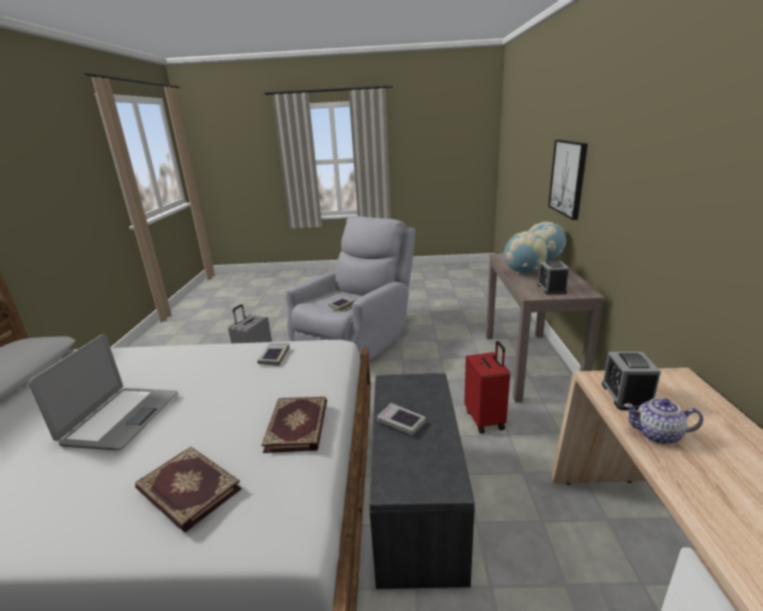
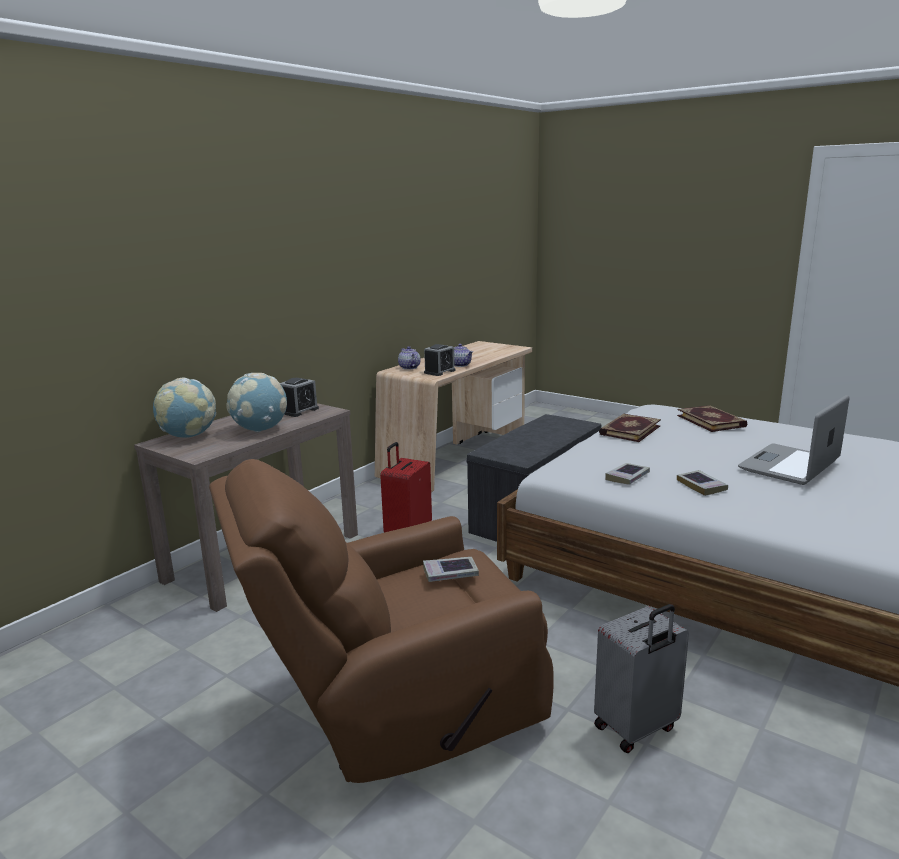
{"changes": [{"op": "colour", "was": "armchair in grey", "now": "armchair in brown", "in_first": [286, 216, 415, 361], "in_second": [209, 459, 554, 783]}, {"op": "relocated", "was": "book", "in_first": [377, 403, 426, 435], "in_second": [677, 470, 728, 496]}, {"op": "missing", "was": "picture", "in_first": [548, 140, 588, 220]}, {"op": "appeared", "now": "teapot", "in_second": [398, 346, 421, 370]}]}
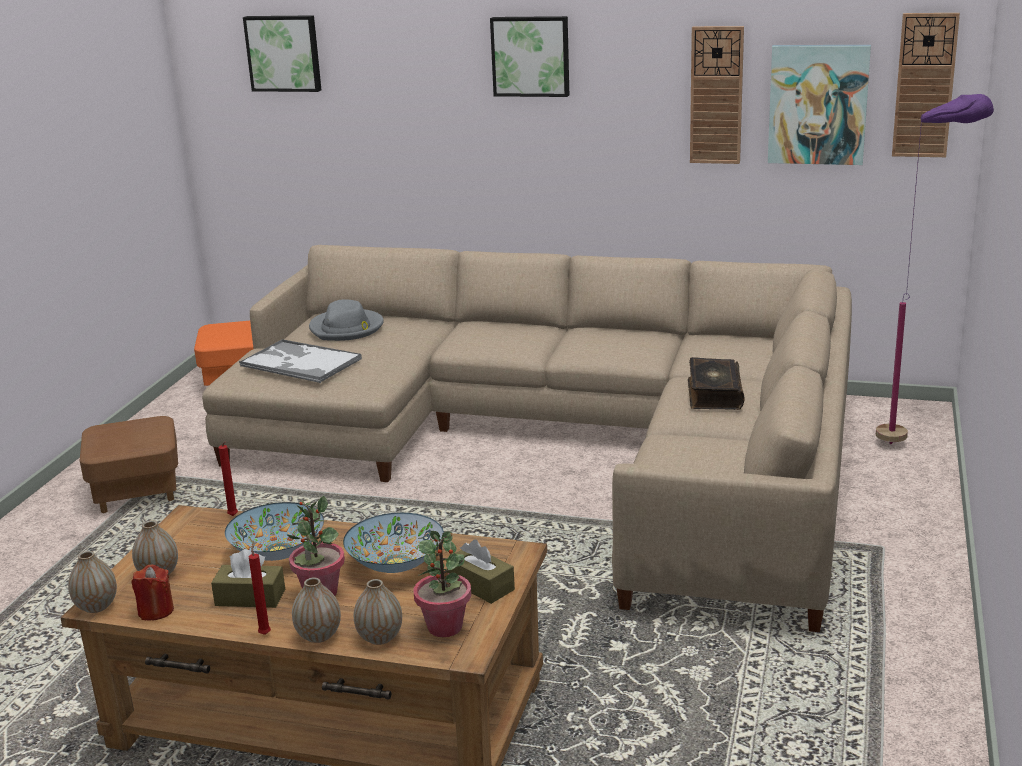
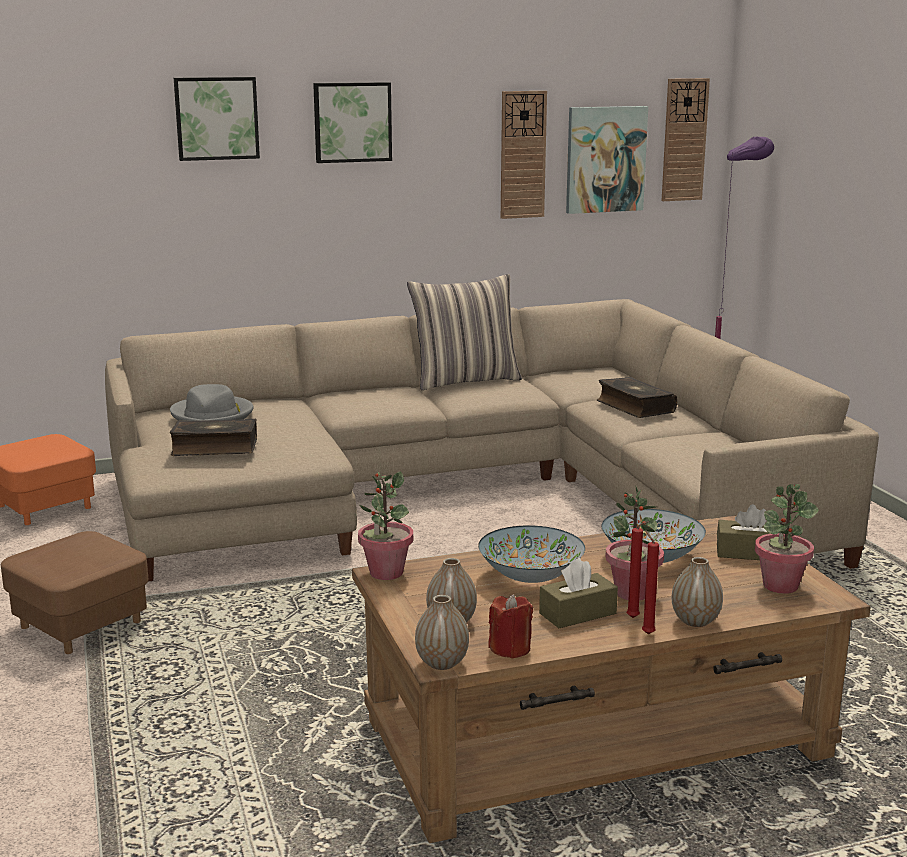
{"changes": [{"op": "relocated", "was": "candle in red", "in_first": [218, 442, 238, 516], "in_second": [627, 521, 650, 618]}, {"op": "exchanged", "was": "tray", "now": "book", "in_first": [239, 339, 362, 383], "in_second": [169, 419, 257, 456]}, {"op": "relocated", "was": "picture", "in_first": [243, 15, 321, 92], "in_second": [174, 77, 260, 161]}, {"op": "missing", "was": "vase", "in_first": [354, 579, 402, 645]}, {"op": "appeared", "now": "potted plant", "in_second": [358, 472, 413, 580]}, {"op": "appeared", "now": "pillow", "in_second": [407, 274, 522, 390]}]}
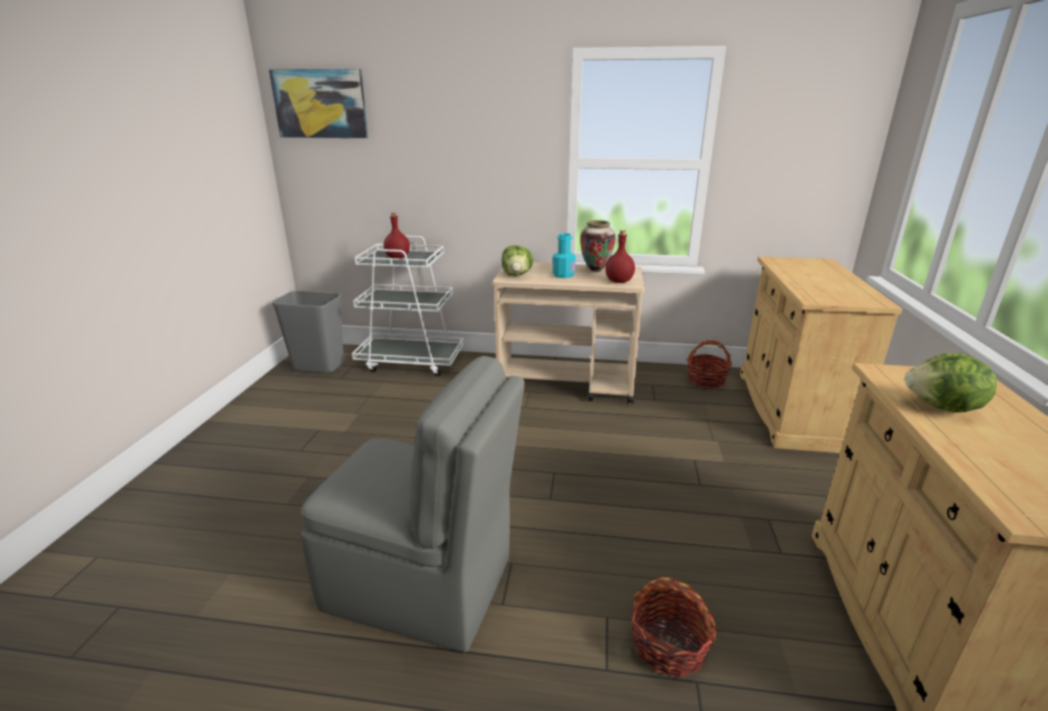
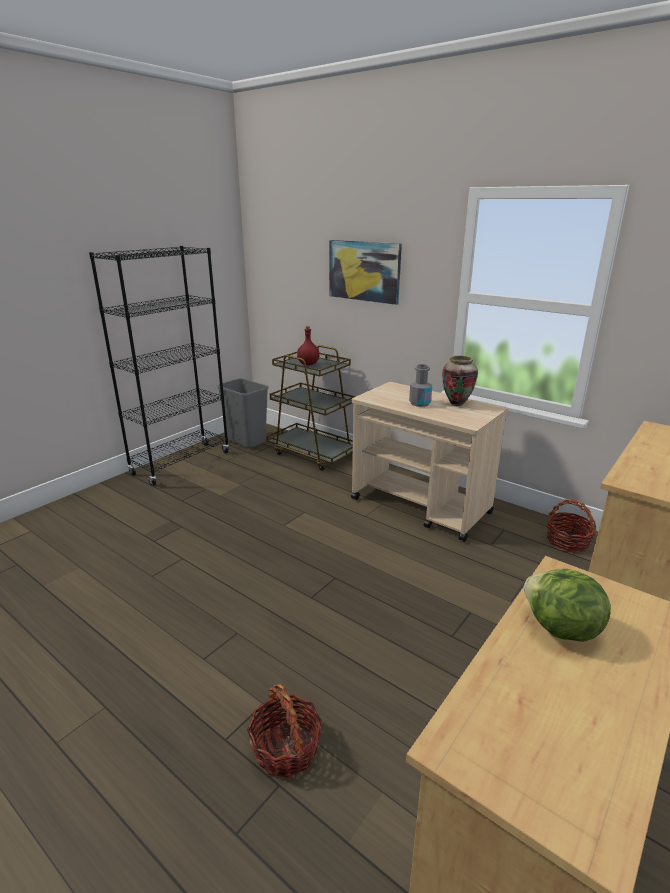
{"changes": [{"op": "relocated", "was": "picture", "in_first": [269, 69, 369, 138], "in_second": [329, 240, 402, 305]}, {"op": "missing", "was": "chair in grey", "in_first": [301, 356, 525, 652]}, {"op": "colour", "was": "cart in white", "now": "cart in brown", "in_first": [352, 236, 464, 377], "in_second": [267, 345, 355, 471]}, {"op": "missing", "was": "lettuce", "in_first": [502, 245, 533, 276]}, {"op": "colour", "was": "bottle in turquoise", "now": "bottle in grey", "in_first": [553, 233, 576, 278], "in_second": [409, 364, 432, 407]}, {"op": "missing", "was": "bottle in red", "in_first": [605, 230, 635, 283]}, {"op": "appeared", "now": "bookcase in black", "in_second": [89, 246, 229, 486]}]}
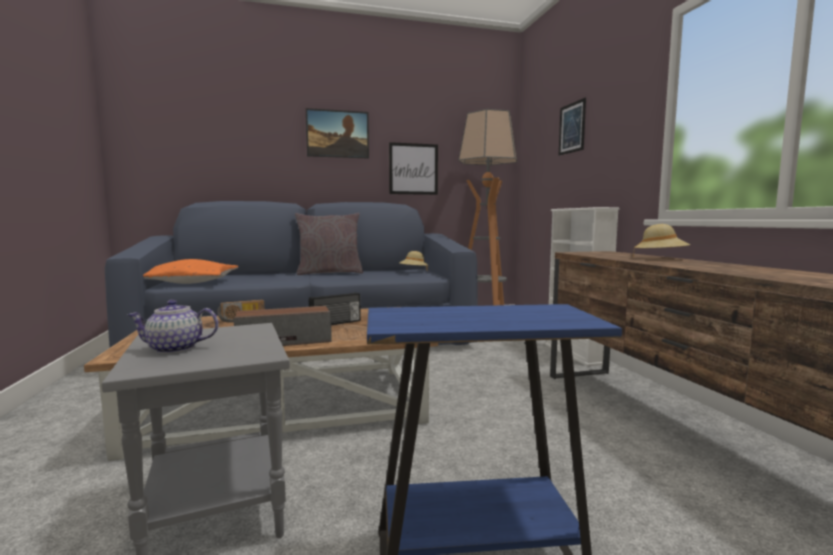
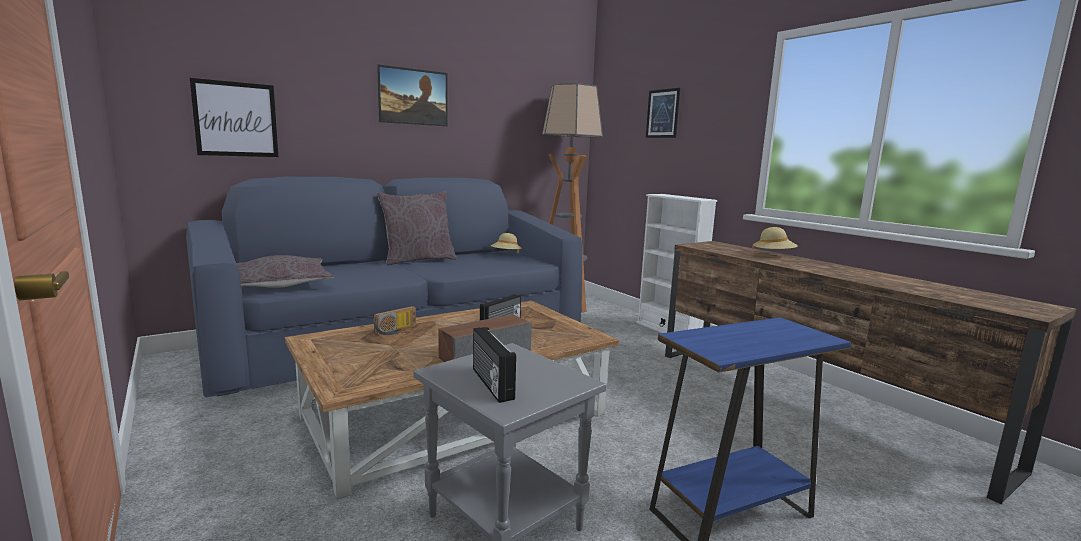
{"changes": [{"op": "exchanged", "was": "teapot", "now": "radio", "in_first": [127, 300, 219, 354], "in_second": [473, 327, 516, 403]}, {"op": "colour", "was": "pillow in orange", "now": "pillow in grey", "in_first": [143, 259, 238, 284], "in_second": [236, 255, 334, 288]}, {"op": "relocated", "was": "picture", "in_first": [389, 142, 438, 195], "in_second": [190, 78, 278, 157]}]}
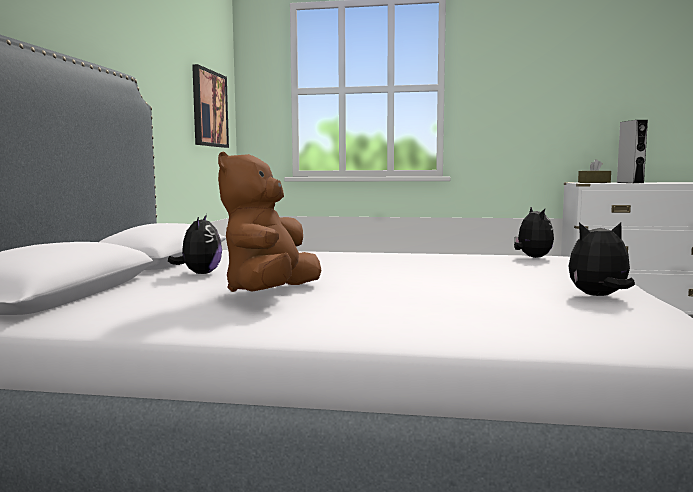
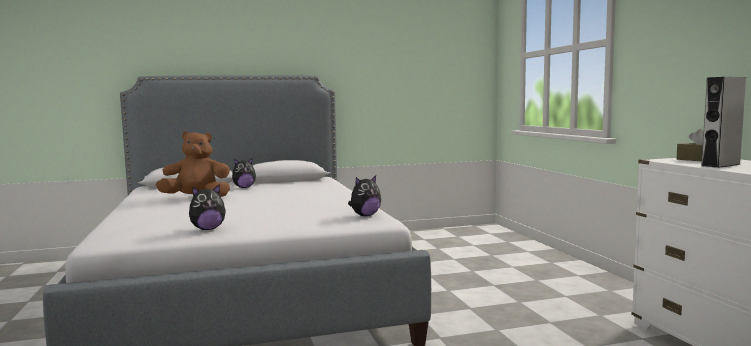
{"changes": [{"op": "missing", "was": "picture", "in_first": [192, 64, 229, 148]}, {"op": "spun", "was": "plush toy", "in_first": [568, 222, 635, 296], "in_second": [189, 184, 226, 230], "clockwise": 90}]}
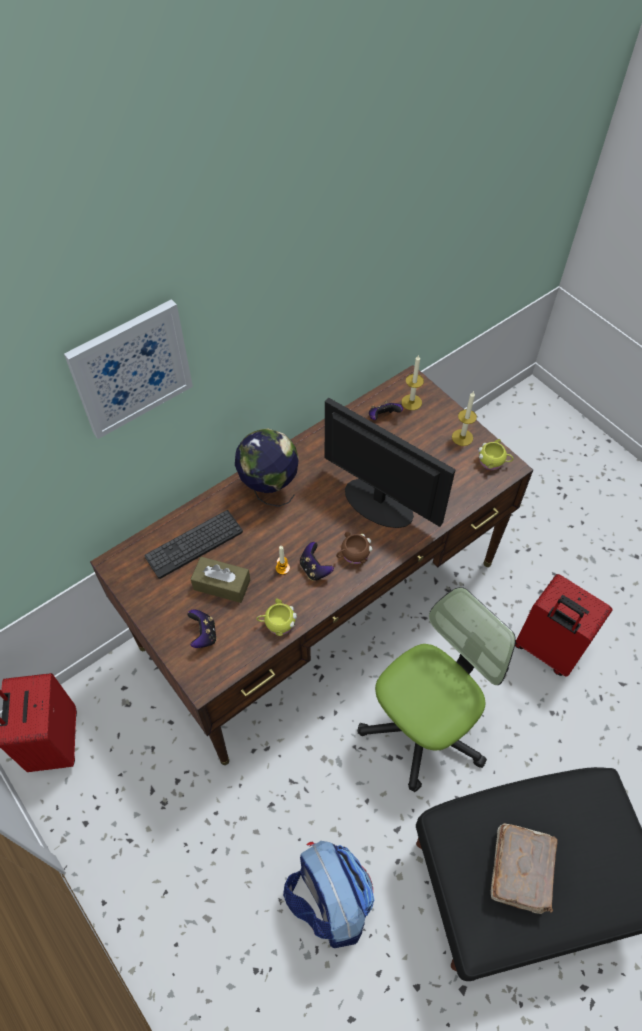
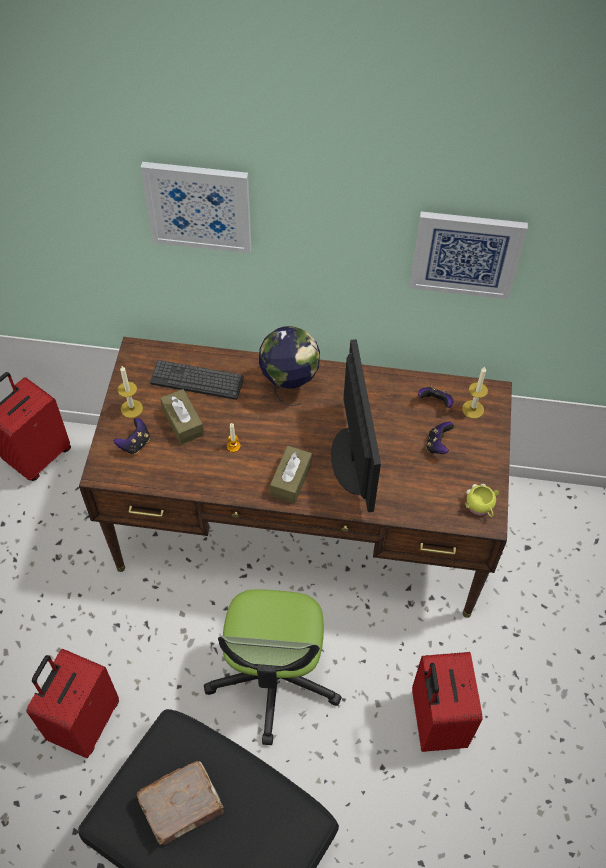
{"changes": [{"op": "missing", "was": "mug in yellow", "in_first": [257, 598, 297, 636]}, {"op": "exchanged", "was": "backpack", "now": "suitcase in red", "in_first": [283, 841, 375, 948], "in_second": [26, 649, 119, 758]}, {"op": "relocated", "was": "game controller", "in_first": [300, 542, 334, 581], "in_second": [426, 422, 454, 454]}, {"op": "exchanged", "was": "mug in brown", "now": "tissue box in brown", "in_first": [336, 532, 373, 564], "in_second": [270, 446, 312, 504]}, {"op": "spun", "was": "office chair", "in_first": [358, 587, 516, 792], "in_second": [204, 589, 342, 745], "clockwise": 90}, {"op": "relocated", "was": "candle", "in_first": [452, 392, 477, 446], "in_second": [118, 366, 143, 418]}, {"op": "appeared", "now": "picture", "in_second": [410, 211, 528, 299]}]}
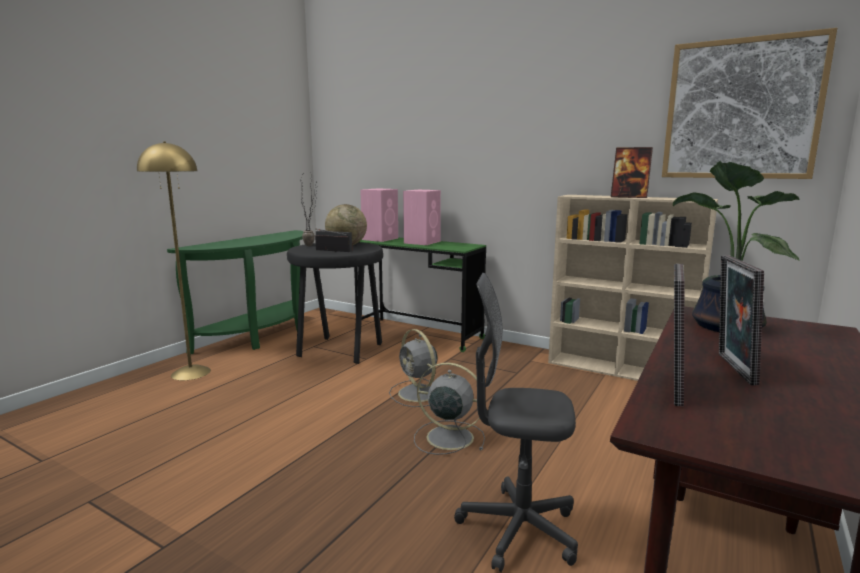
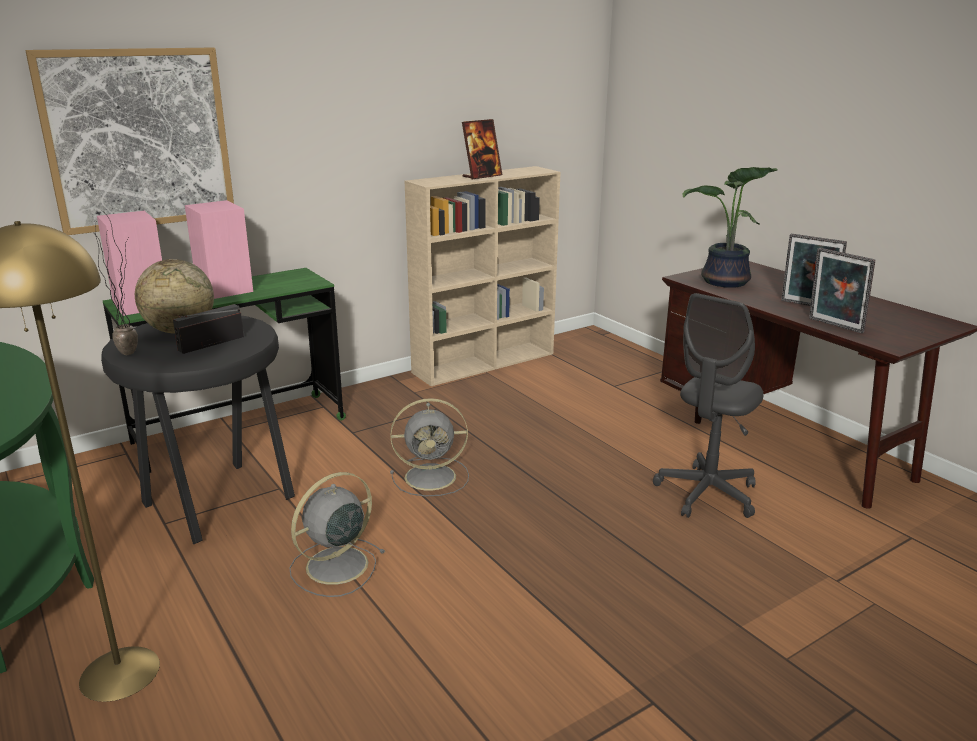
{"changes": [{"op": "relocated", "was": "fan in grey", "in_first": [414, 362, 486, 455], "in_second": [290, 472, 385, 597]}, {"op": "relocated", "was": "picture", "in_first": [662, 28, 837, 179], "in_second": [25, 48, 234, 235]}]}
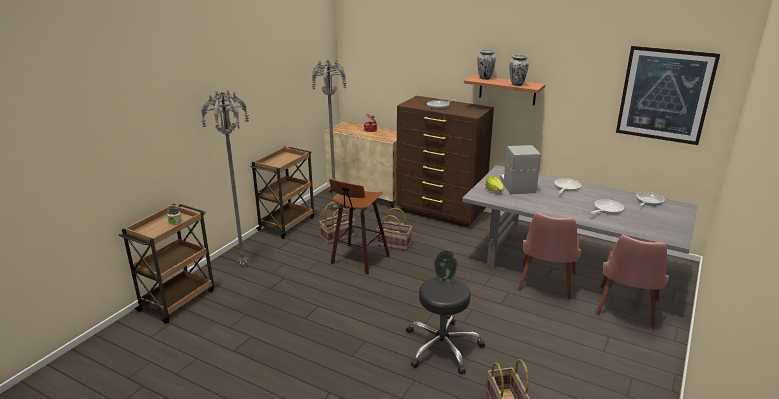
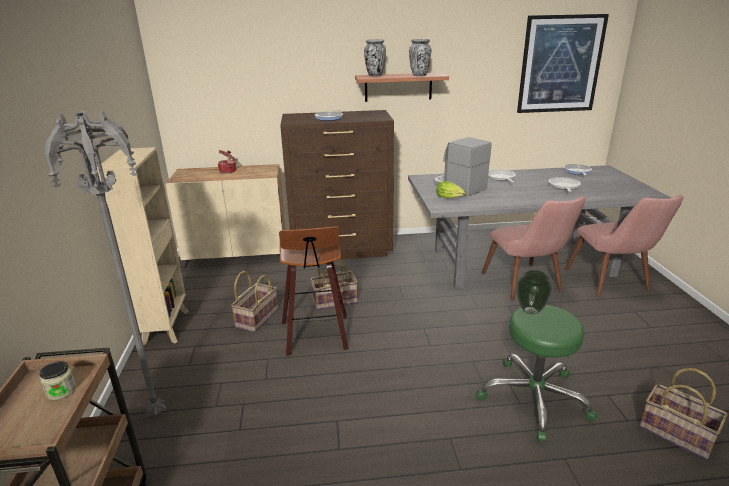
{"changes": [{"op": "exchanged", "was": "cart in brown", "now": "bookcase in beige", "in_first": [250, 146, 314, 239], "in_second": [97, 147, 189, 346]}, {"op": "missing", "was": "floor lamp in grey", "in_first": [312, 59, 347, 208]}, {"op": "colour", "was": "stool in black", "now": "stool in green", "in_first": [406, 277, 485, 374], "in_second": [476, 305, 597, 442]}]}
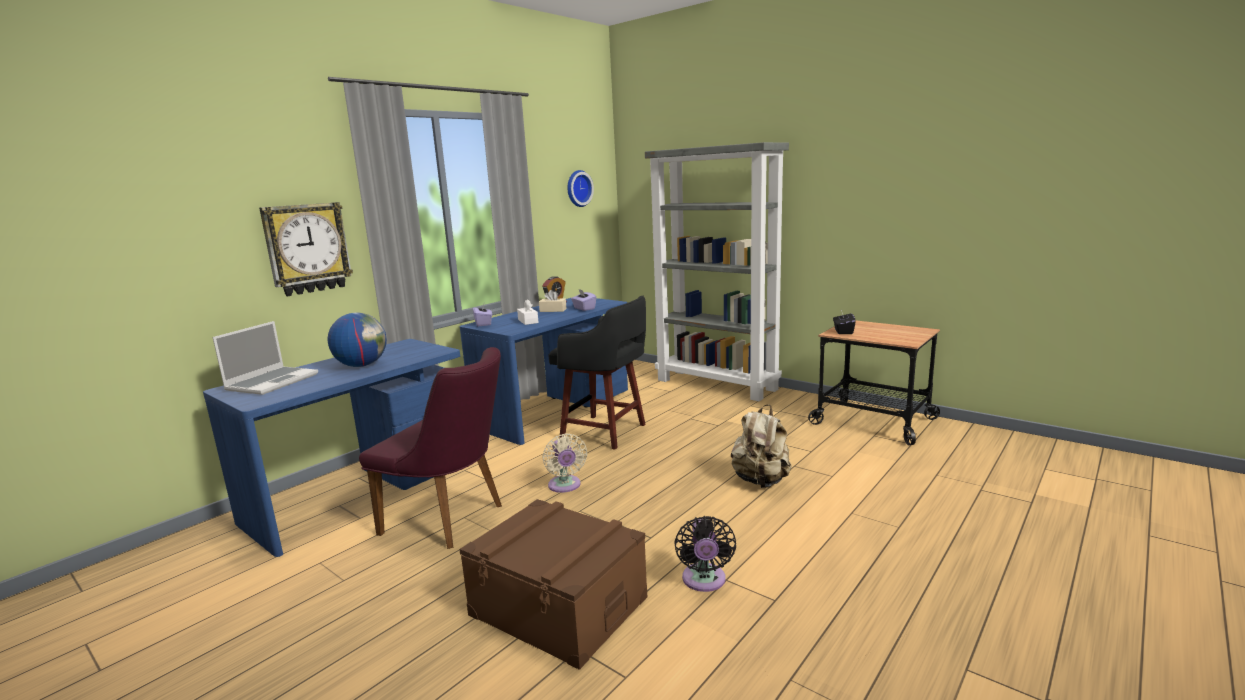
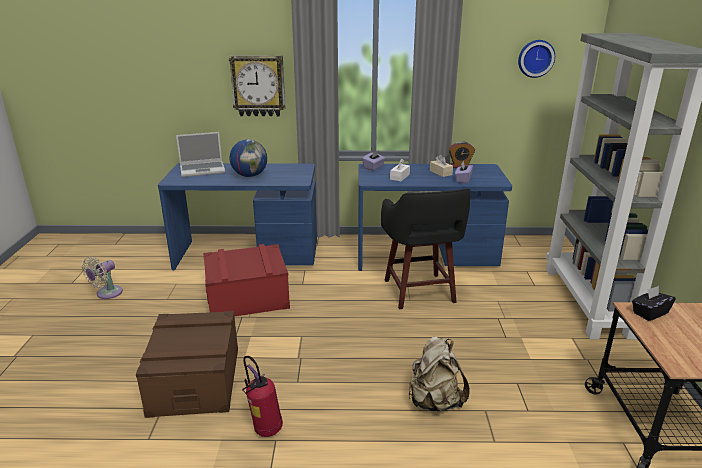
{"changes": [{"op": "exchanged", "was": "chair in purple", "now": "storage box in red", "in_first": [359, 347, 502, 549], "in_second": [203, 244, 290, 317]}, {"op": "relocated", "was": "fan in beige", "in_first": [542, 433, 587, 493], "in_second": [82, 257, 123, 299]}, {"op": "exchanged", "was": "fan in black", "now": "fire extinguisher", "in_first": [674, 516, 736, 592], "in_second": [242, 356, 283, 437]}]}
